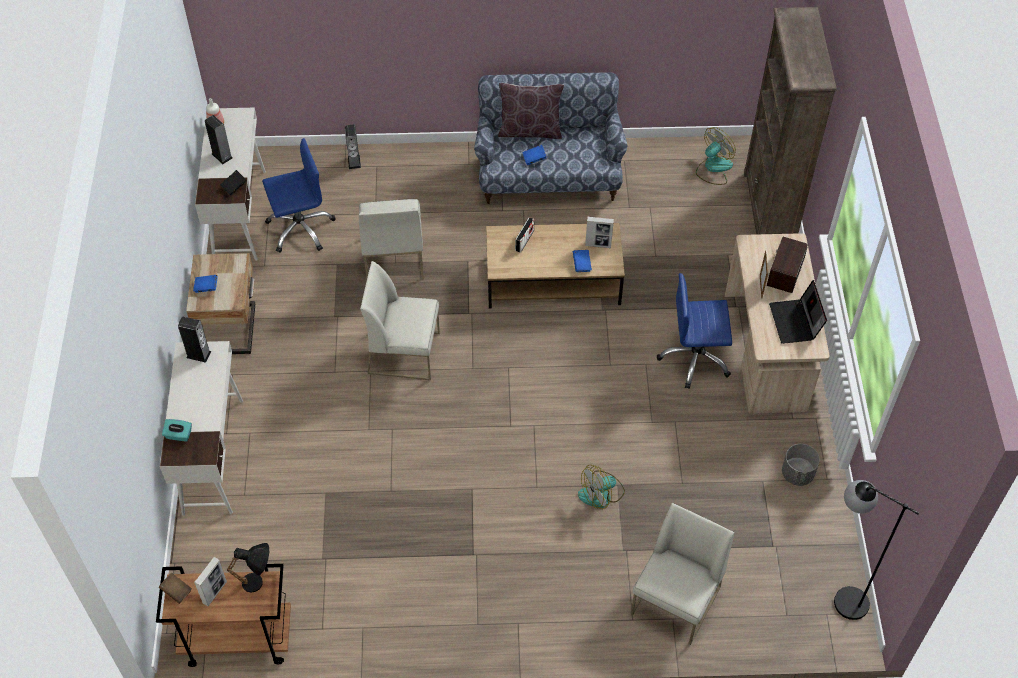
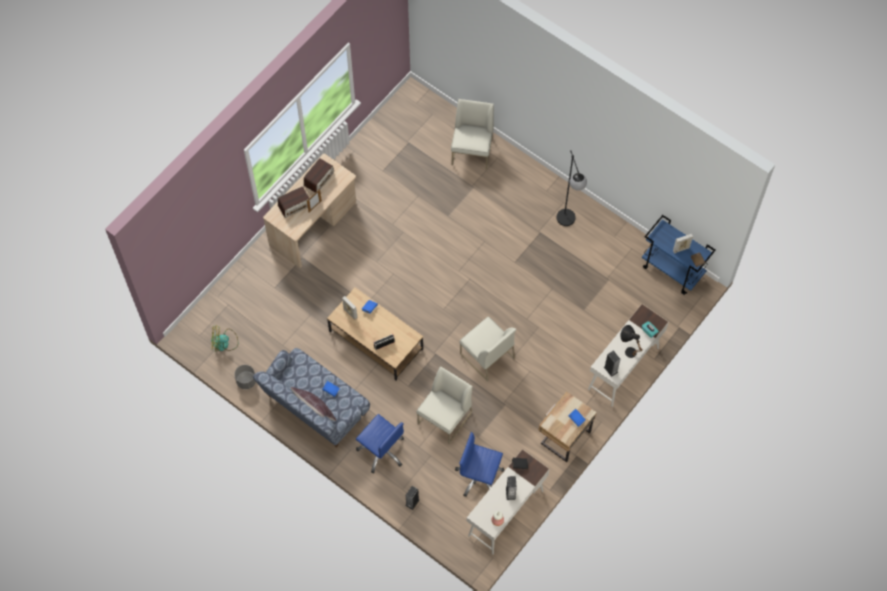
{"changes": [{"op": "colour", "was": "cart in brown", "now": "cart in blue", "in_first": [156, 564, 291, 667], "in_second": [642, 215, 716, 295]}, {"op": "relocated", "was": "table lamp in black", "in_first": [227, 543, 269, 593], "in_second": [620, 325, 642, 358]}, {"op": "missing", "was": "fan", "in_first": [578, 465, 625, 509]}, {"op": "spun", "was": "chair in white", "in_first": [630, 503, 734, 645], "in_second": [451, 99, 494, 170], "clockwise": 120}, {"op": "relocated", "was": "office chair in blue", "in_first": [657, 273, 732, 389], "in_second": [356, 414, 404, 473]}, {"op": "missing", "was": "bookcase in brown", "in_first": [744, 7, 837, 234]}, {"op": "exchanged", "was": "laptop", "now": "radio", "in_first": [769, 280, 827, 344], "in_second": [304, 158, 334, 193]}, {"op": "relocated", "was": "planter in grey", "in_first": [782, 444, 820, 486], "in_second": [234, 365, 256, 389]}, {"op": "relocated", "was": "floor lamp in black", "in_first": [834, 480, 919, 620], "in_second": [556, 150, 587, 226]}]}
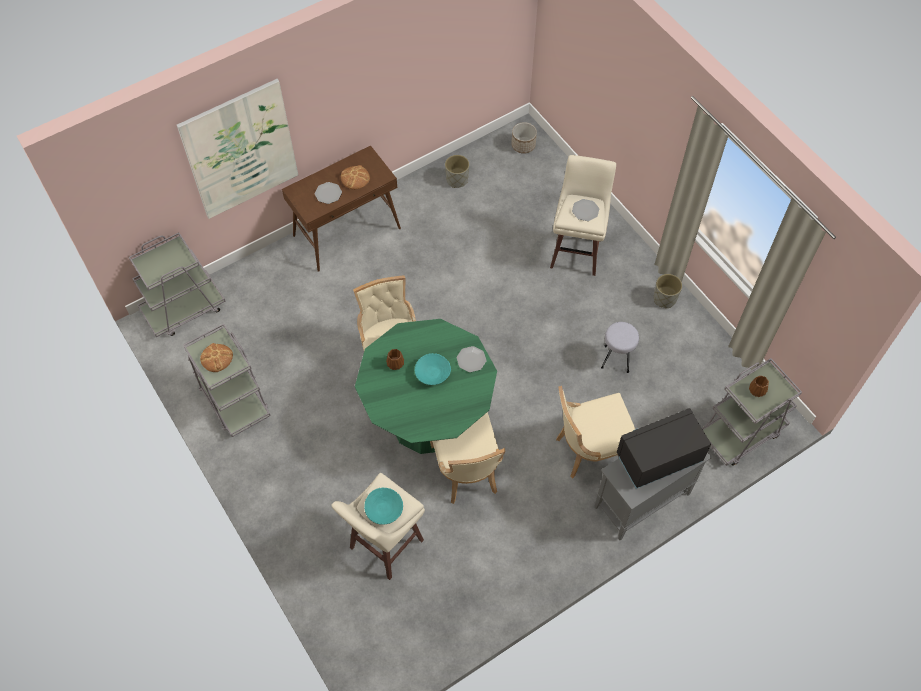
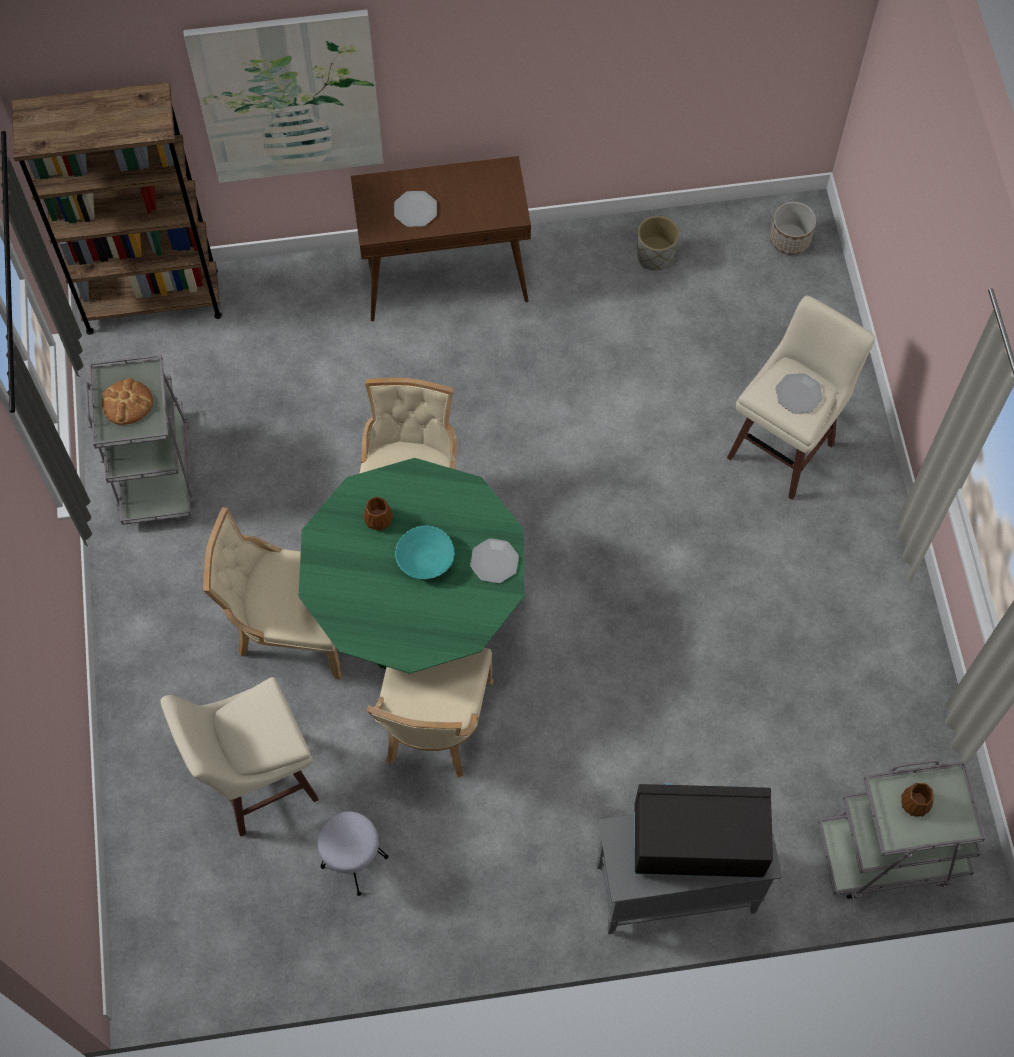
{"changes": [{"op": "exchanged", "was": "cart in grey", "now": "bookcase in brown", "in_first": [129, 233, 225, 337], "in_second": [11, 82, 222, 335]}, {"op": "missing", "was": "bread", "in_first": [341, 165, 370, 190]}, {"op": "missing", "was": "bowl in turquoise", "in_first": [364, 487, 403, 525]}, {"op": "relocated", "was": "chair in beige", "in_first": [556, 386, 635, 478], "in_second": [203, 507, 342, 680]}, {"op": "relocated", "was": "stool in grey", "in_first": [601, 322, 639, 373], "in_second": [317, 811, 389, 896]}, {"op": "missing", "was": "planter in grey", "in_first": [654, 274, 682, 308]}]}
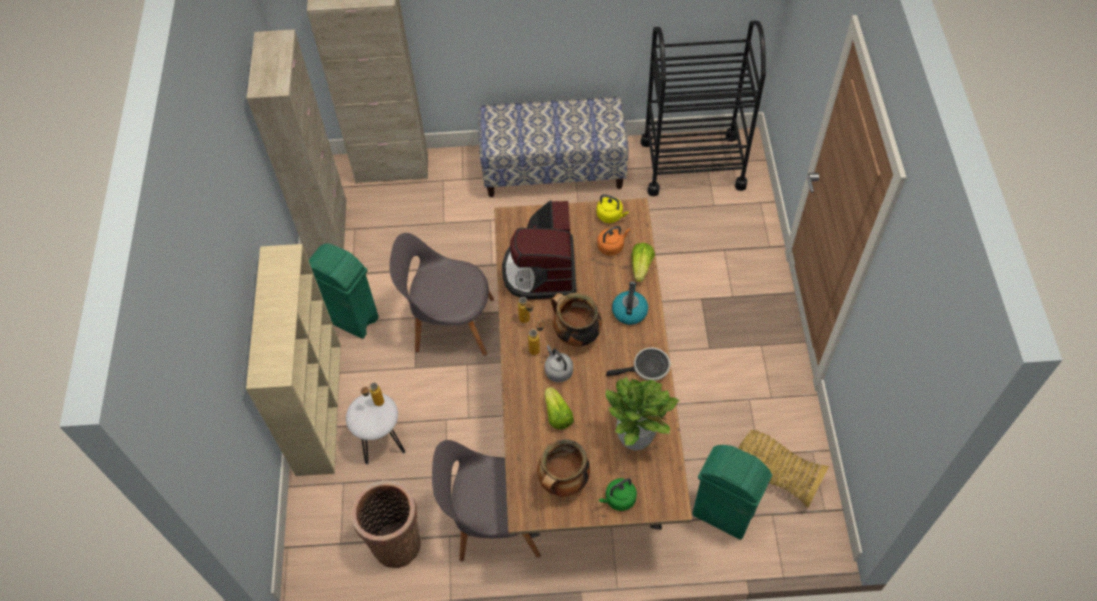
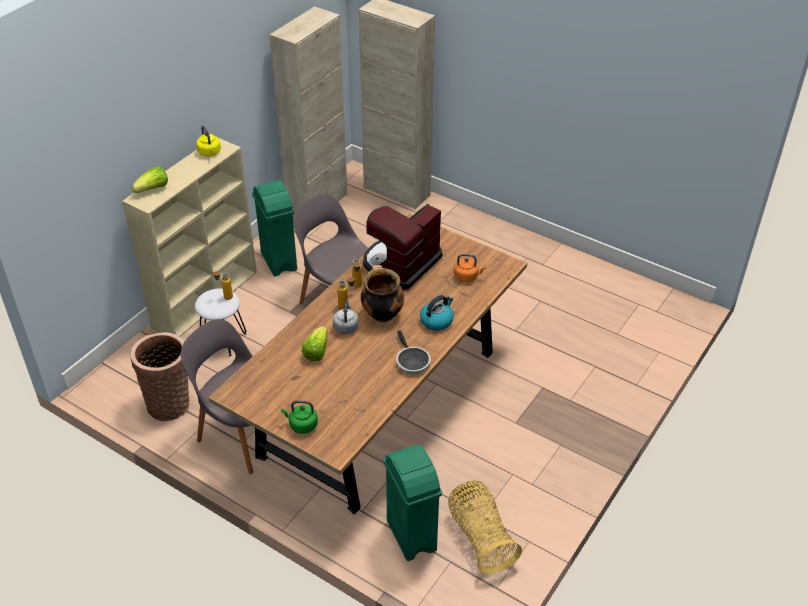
{"changes": [{"op": "missing", "was": "bench", "in_first": [478, 97, 629, 197]}, {"op": "missing", "was": "cooking pot", "in_first": [537, 439, 590, 497]}, {"op": "relocated", "was": "kettle in yellow", "in_first": [597, 194, 629, 223], "in_second": [196, 126, 221, 156]}, {"op": "missing", "was": "potted plant", "in_first": [605, 377, 679, 450]}, {"op": "spun", "was": "frying pan", "in_first": [606, 347, 671, 381], "in_second": [396, 331, 431, 374], "clockwise": 45}, {"op": "relocated", "was": "lettuce", "in_first": [631, 243, 655, 282], "in_second": [132, 167, 168, 193]}, {"op": "missing", "was": "cart in black", "in_first": [641, 20, 766, 196]}]}
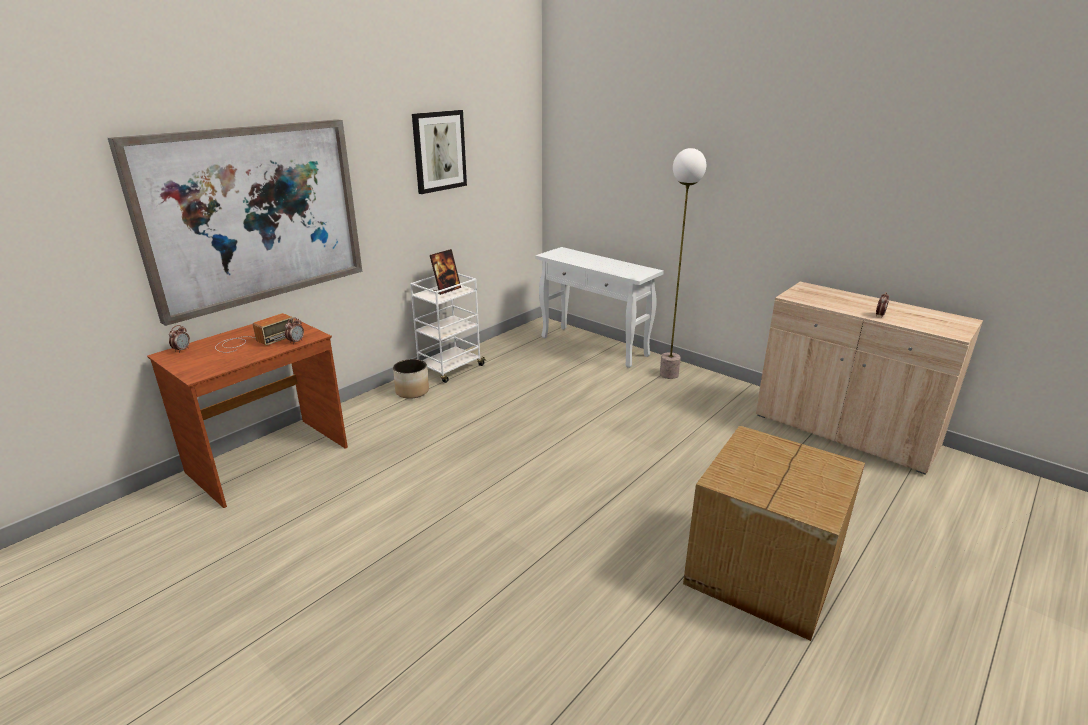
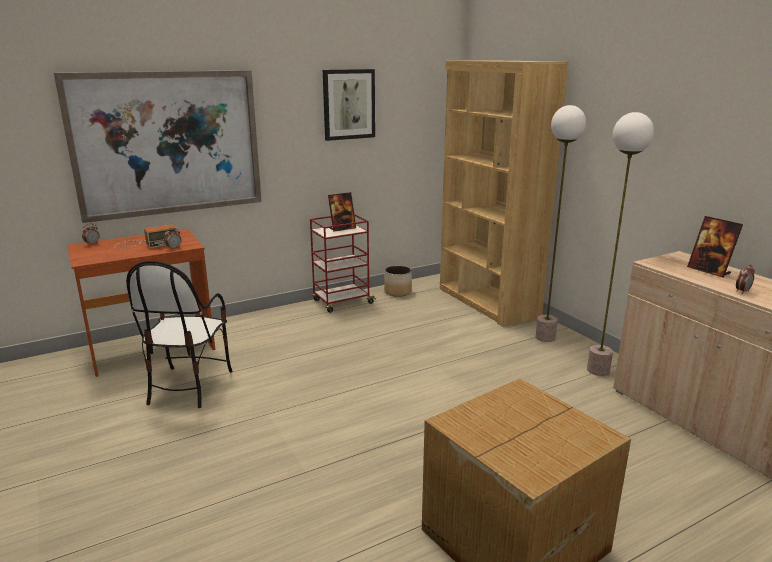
{"changes": [{"op": "relocated", "was": "planter", "in_first": [393, 359, 429, 399], "in_second": [384, 266, 412, 297]}, {"op": "colour", "was": "cart in white", "now": "cart in red", "in_first": [410, 273, 487, 383], "in_second": [310, 214, 376, 313]}, {"op": "exchanged", "was": "console table in white", "now": "bookcase in brown", "in_first": [535, 247, 664, 368], "in_second": [440, 60, 569, 327]}, {"op": "appeared", "now": "chair", "in_second": [126, 261, 233, 408]}, {"op": "appeared", "now": "floor lamp", "in_second": [587, 112, 654, 376]}, {"op": "appeared", "now": "picture frame", "in_second": [687, 216, 743, 278]}]}
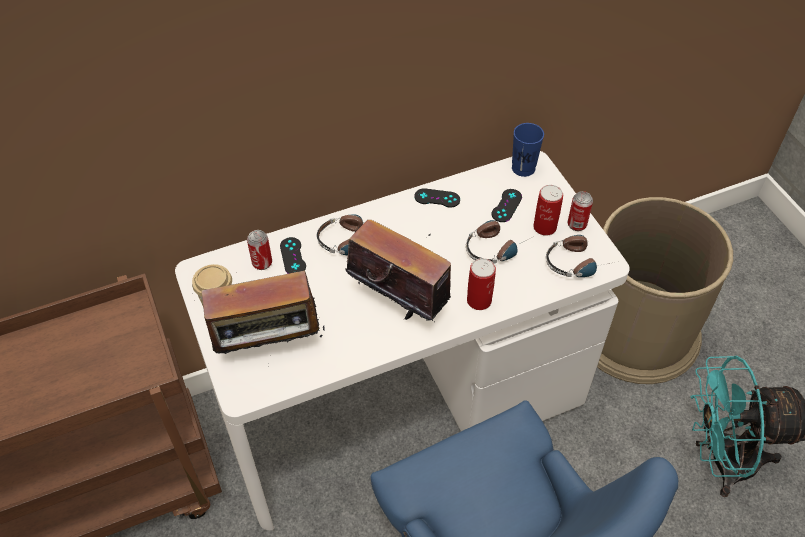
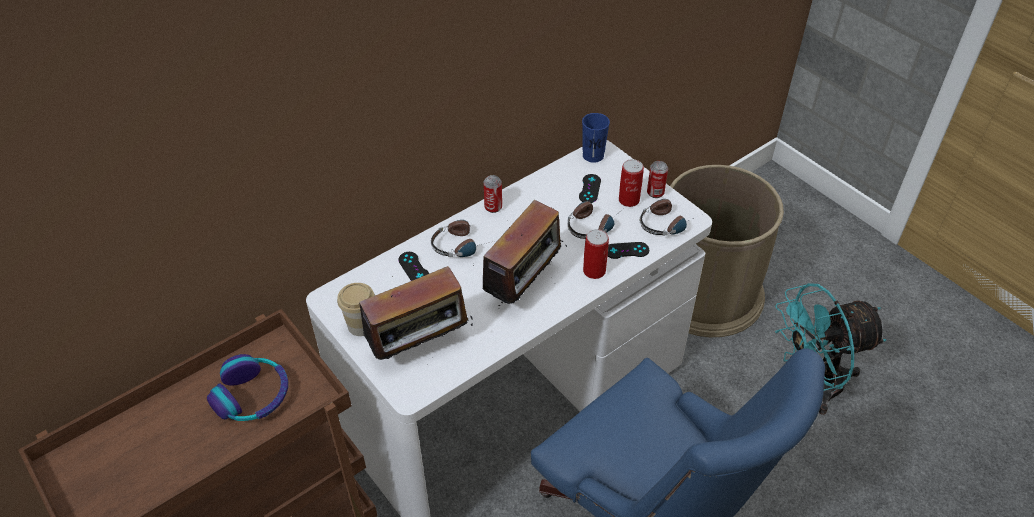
{"changes": [{"op": "relocated", "was": "can", "in_first": [247, 230, 272, 270], "in_second": [484, 175, 502, 213]}, {"op": "spun", "was": "radio", "in_first": [346, 220, 451, 322], "in_second": [473, 200, 567, 309], "clockwise": 105}, {"op": "relocated", "was": "game controller in black", "in_first": [414, 188, 460, 208], "in_second": [608, 242, 649, 259]}, {"op": "appeared", "now": "headphones", "in_second": [207, 354, 288, 421]}]}
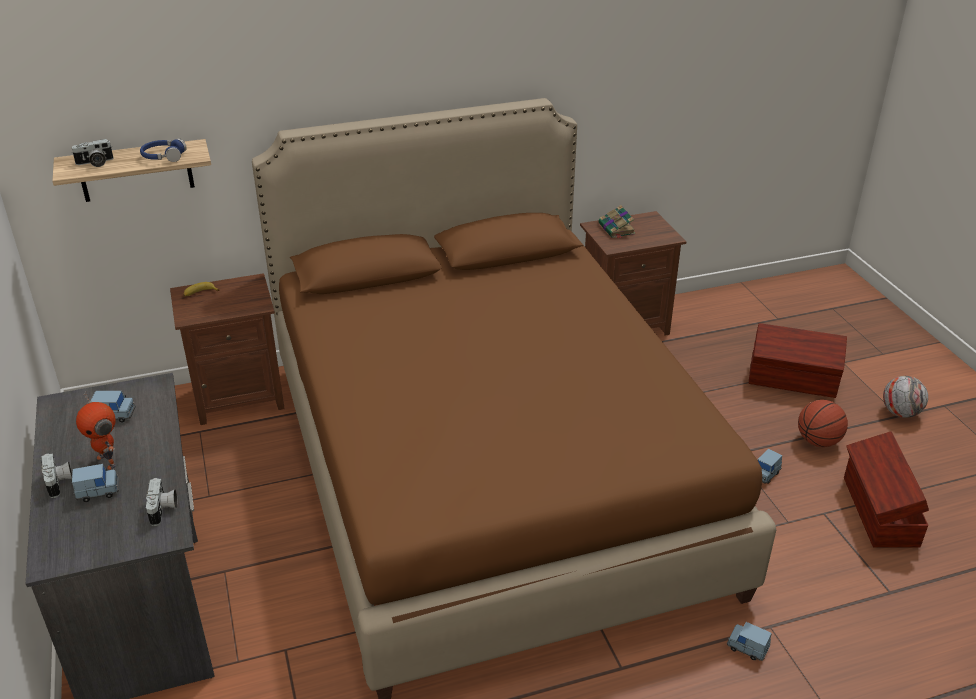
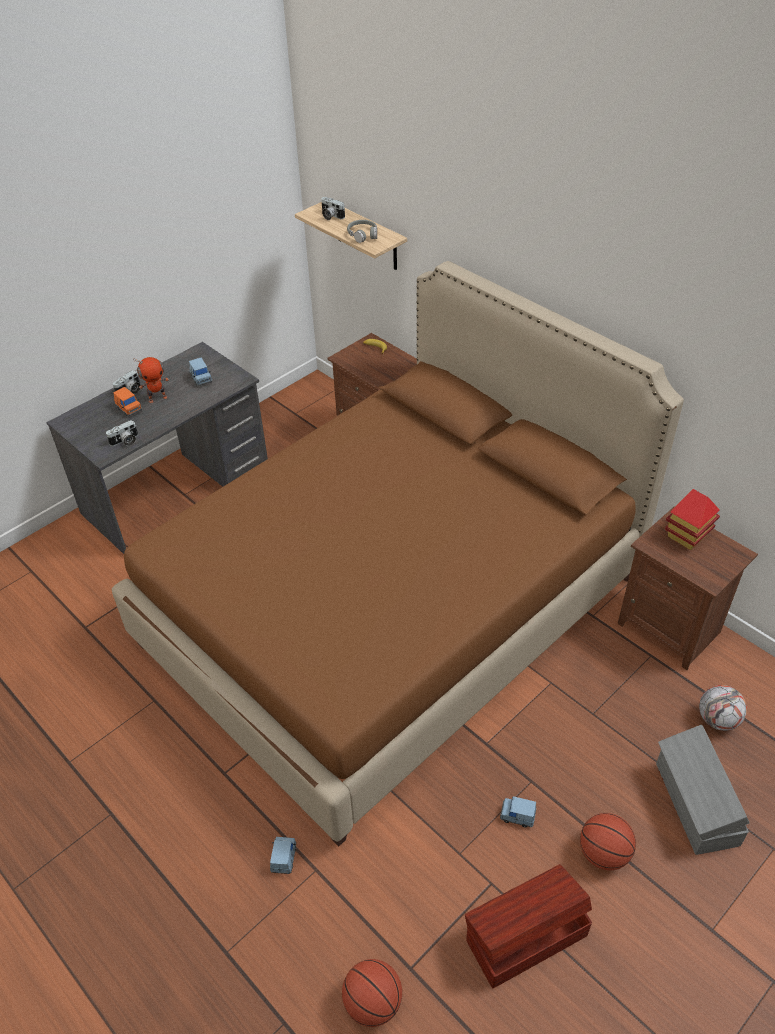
{"changes": [{"op": "colour", "was": "toy car in blue", "now": "toy car in orange", "in_first": [72, 464, 119, 502], "in_second": [113, 387, 142, 416]}, {"op": "spun", "was": "toy robot", "in_first": [76, 391, 116, 470], "in_second": [135, 357, 169, 403], "clockwise": -135}, {"op": "colour", "was": "headphones in blue", "now": "headphones in grey", "in_first": [140, 138, 187, 162], "in_second": [347, 220, 377, 243]}, {"op": "exchanged", "was": "book", "now": "toy house", "in_first": [598, 205, 635, 239], "in_second": [665, 489, 720, 550]}, {"op": "colour", "was": "storage box in brown", "now": "storage box in grey", "in_first": [749, 323, 847, 398], "in_second": [656, 725, 750, 855]}, {"op": "relocated", "was": "football", "in_first": [883, 376, 928, 418], "in_second": [699, 685, 747, 731]}, {"op": "appeared", "now": "basketball", "in_second": [342, 959, 402, 1027]}]}
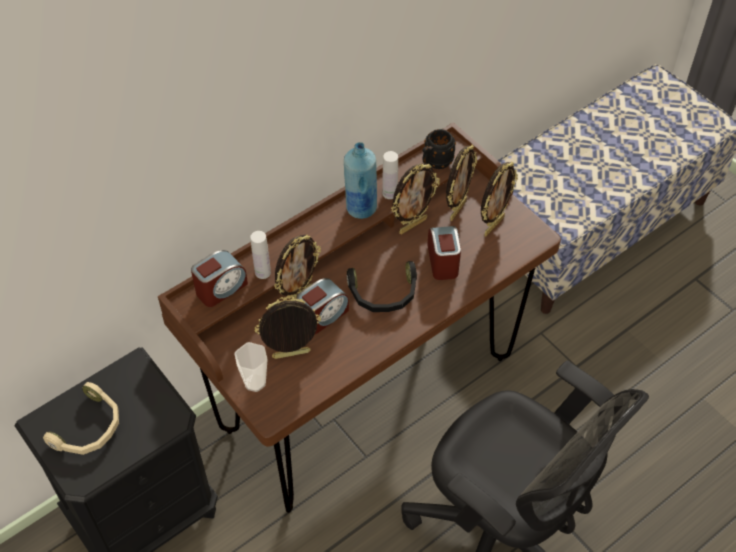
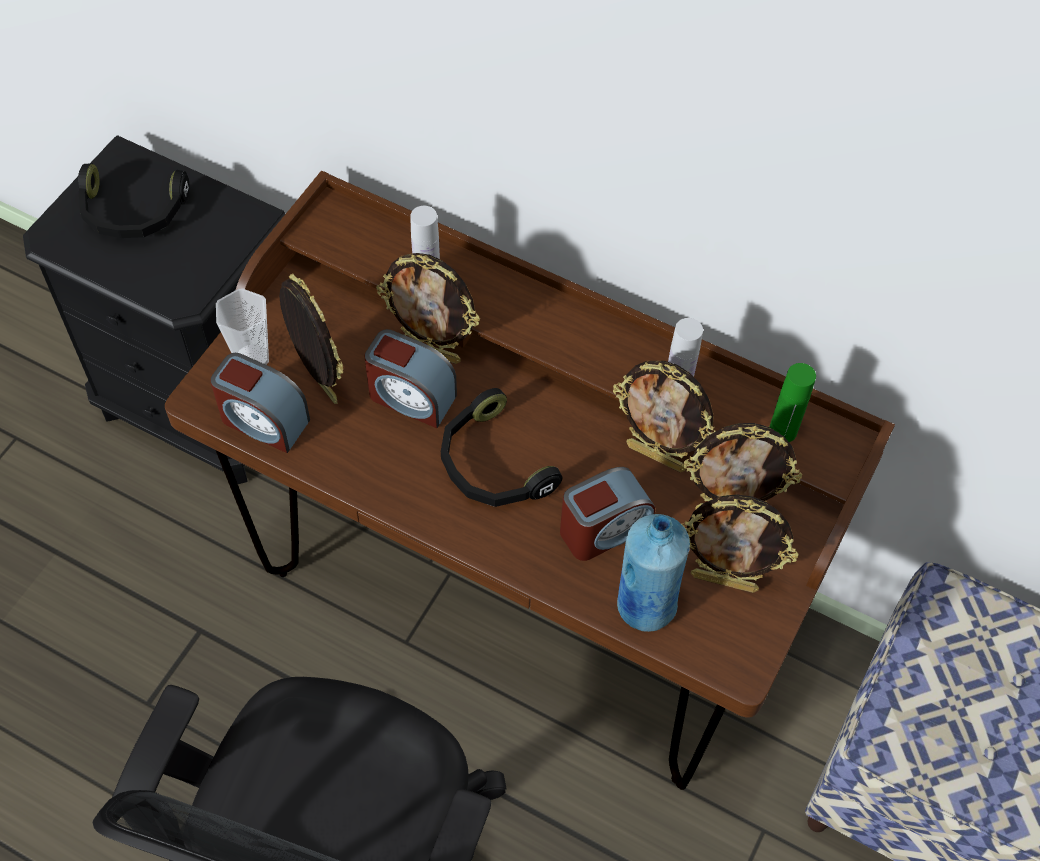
{"changes": [{"op": "colour", "was": "headphones in beige", "now": "headphones in black", "in_first": [43, 382, 119, 455], "in_second": [78, 163, 189, 238]}, {"op": "relocated", "was": "alarm clock", "in_first": [191, 250, 248, 307], "in_second": [210, 353, 310, 453]}, {"op": "relocated", "was": "bottle in blue", "in_first": [344, 142, 377, 219], "in_second": [617, 514, 690, 632]}, {"op": "exchanged", "was": "mug in black", "now": "bottle in green", "in_first": [422, 129, 456, 169], "in_second": [770, 363, 816, 442]}]}
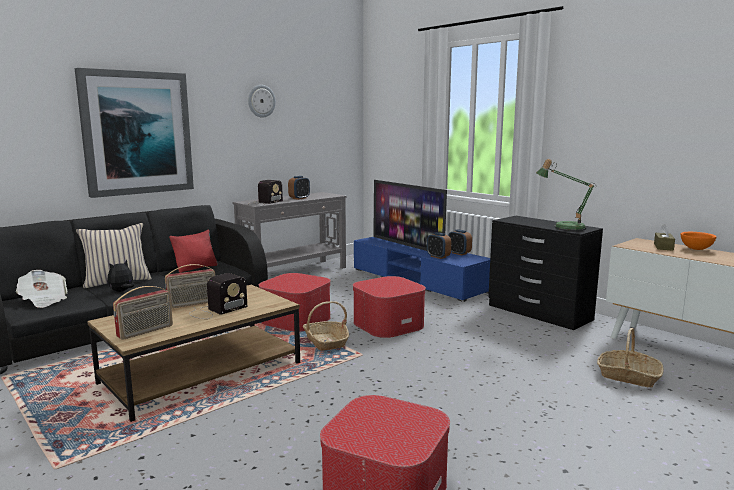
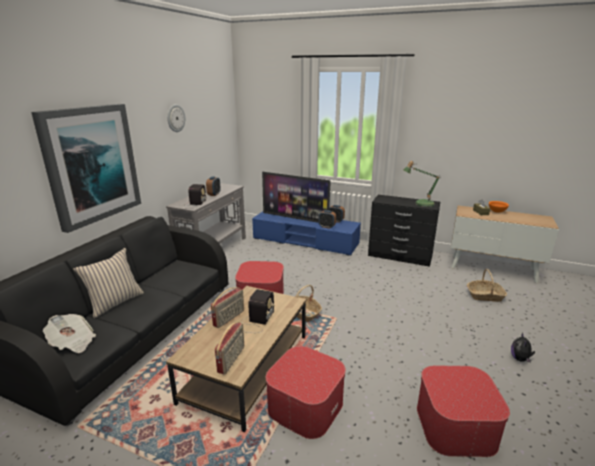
{"changes": [{"op": "relocated", "was": "plush toy", "in_first": [107, 260, 135, 292], "in_second": [511, 333, 535, 363]}, {"op": "missing", "was": "pillow in red", "in_first": [169, 230, 218, 273]}, {"op": "relocated", "was": "ottoman", "in_first": [353, 276, 426, 338], "in_second": [266, 346, 346, 439]}]}
